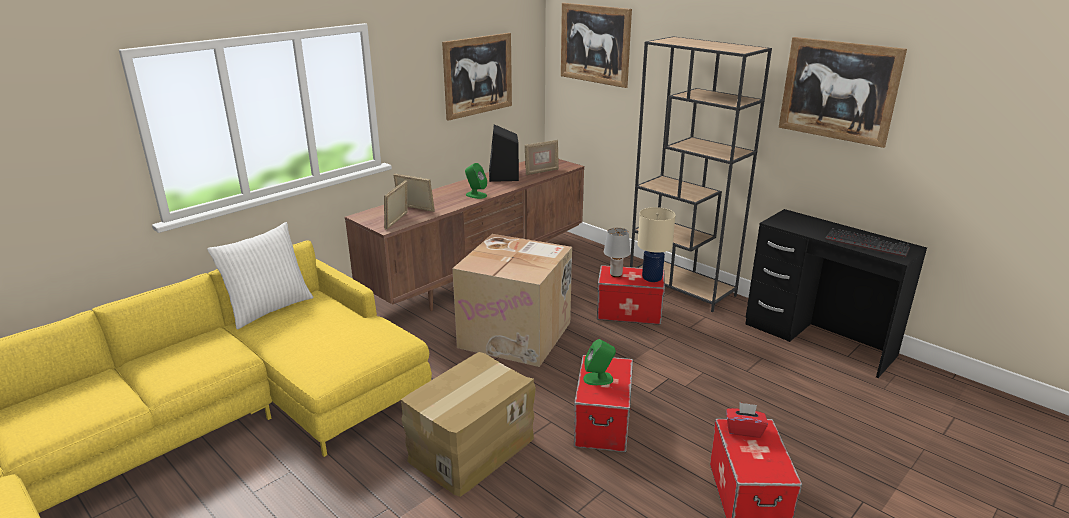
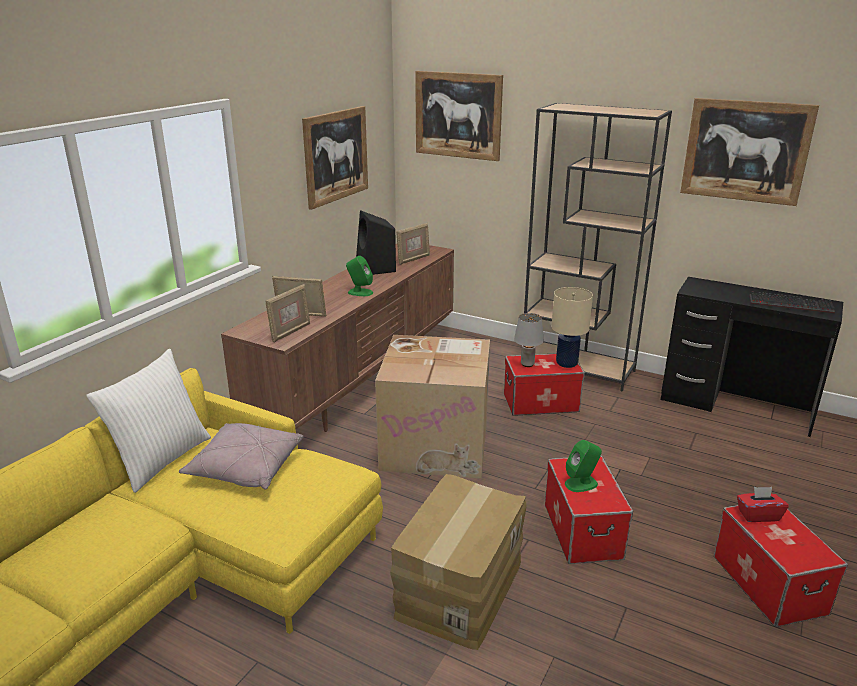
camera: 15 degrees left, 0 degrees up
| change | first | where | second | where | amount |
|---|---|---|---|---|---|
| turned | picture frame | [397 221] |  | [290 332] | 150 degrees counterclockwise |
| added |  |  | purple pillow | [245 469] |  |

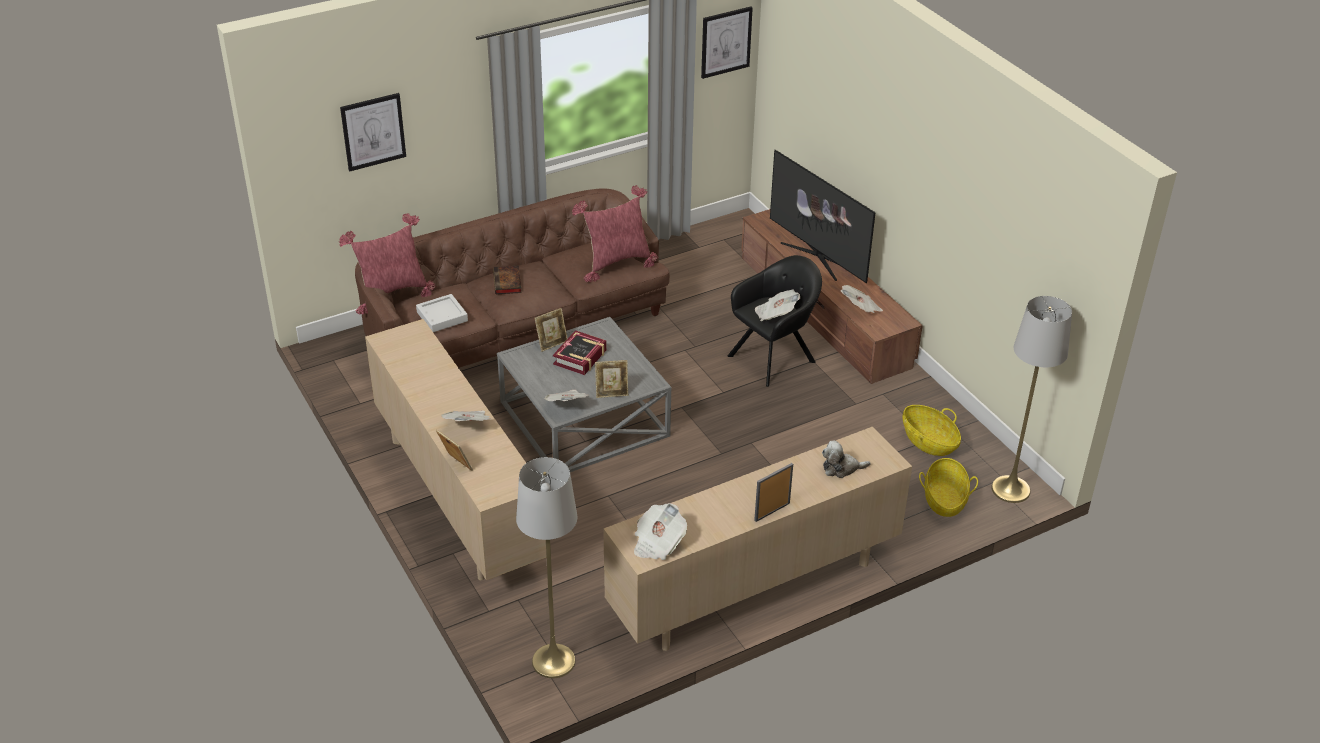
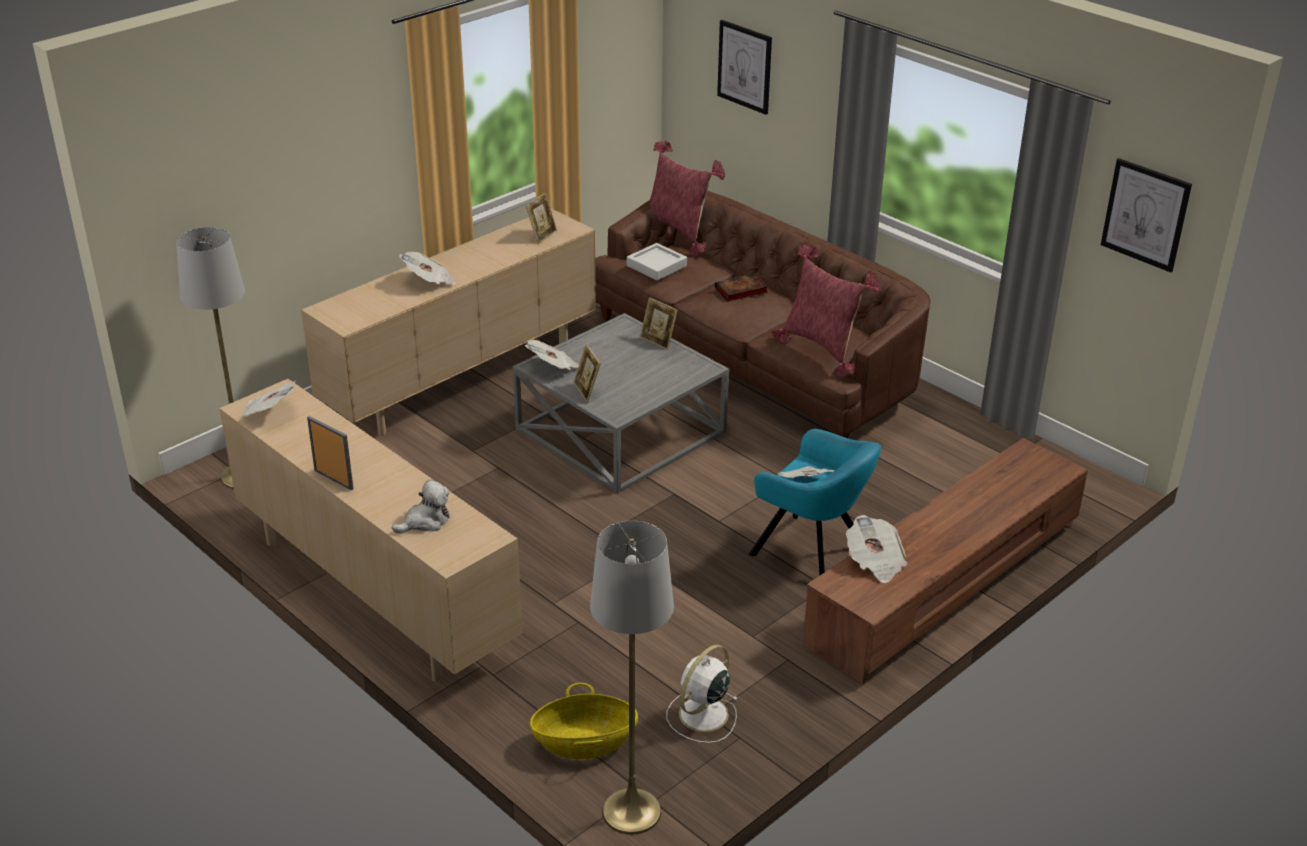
camera: 75 degrees right, 5 degrees down
| change | first | where | second | where | amount |
|---|---|---|---|---|---|
| moved | picture frame | [455 465] |  | [542 236] |  |
| removed | book | [580 357] |  |  |  |
| recoloured | black armchair | [774 357] | turquoise armchair | [813 552] |  |
| removed | television | [817 256] |  |  |  |
| turned | plush toy | [841 468] |  | [425 521] | 75 degrees clockwise |
| replaced | basket | [928 442] | white fan | [702 715] |  |

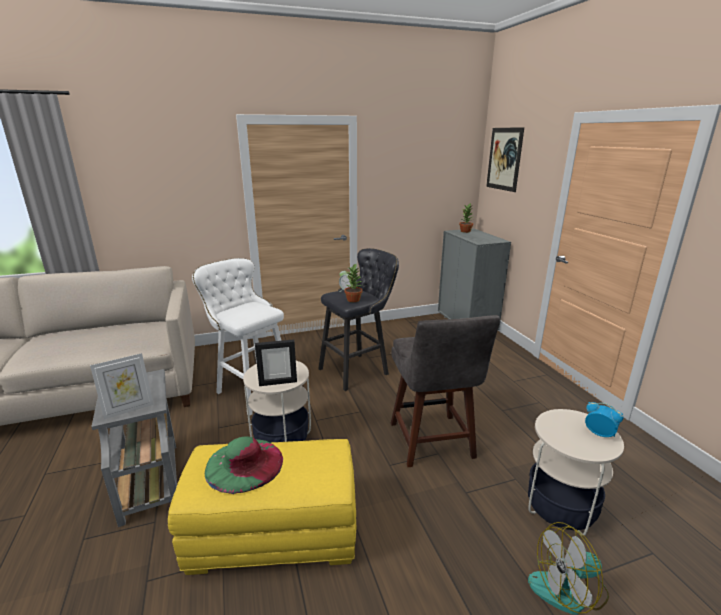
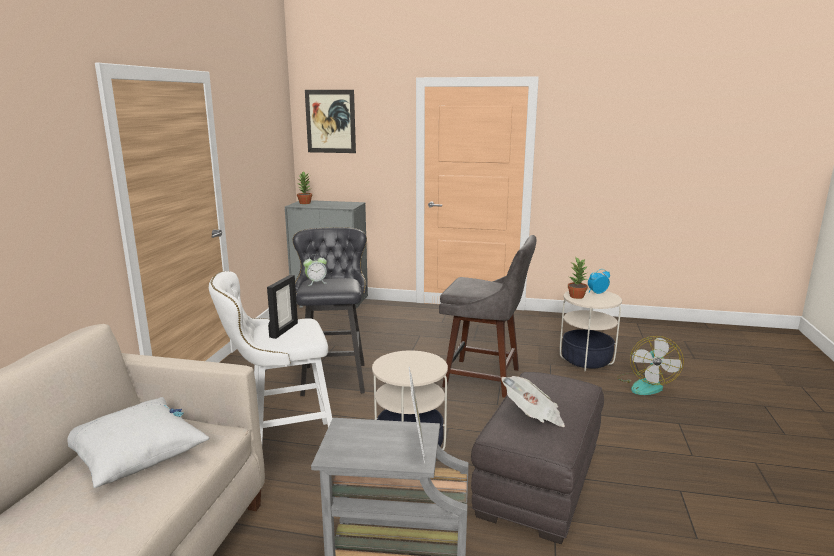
camera: 60 degrees left, 5 degrees down
| change | first | where | second | where | amount |
|---|---|---|---|---|---|
| recoloured | yellow ottoman | [275 532] | grey ottoman | [538 481] |  |
| replaced | green hat | [244 464] | newspaper | [533 416] |  |
| moved | picture frame | [278 382] |  | [284 330] |  |
| moved | potted plant | [353 300] |  | [576 296] |  |
| added |  |  | grey pillow | [136 456] |  |

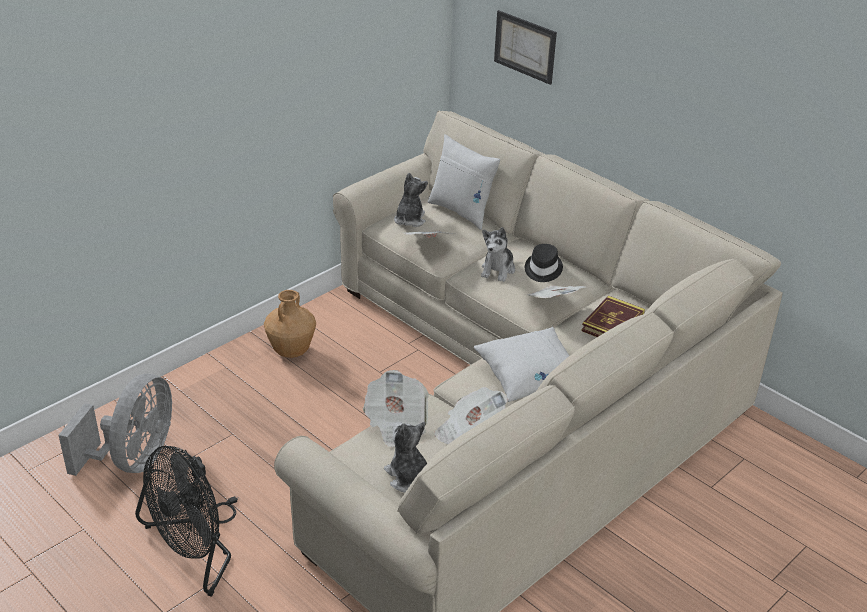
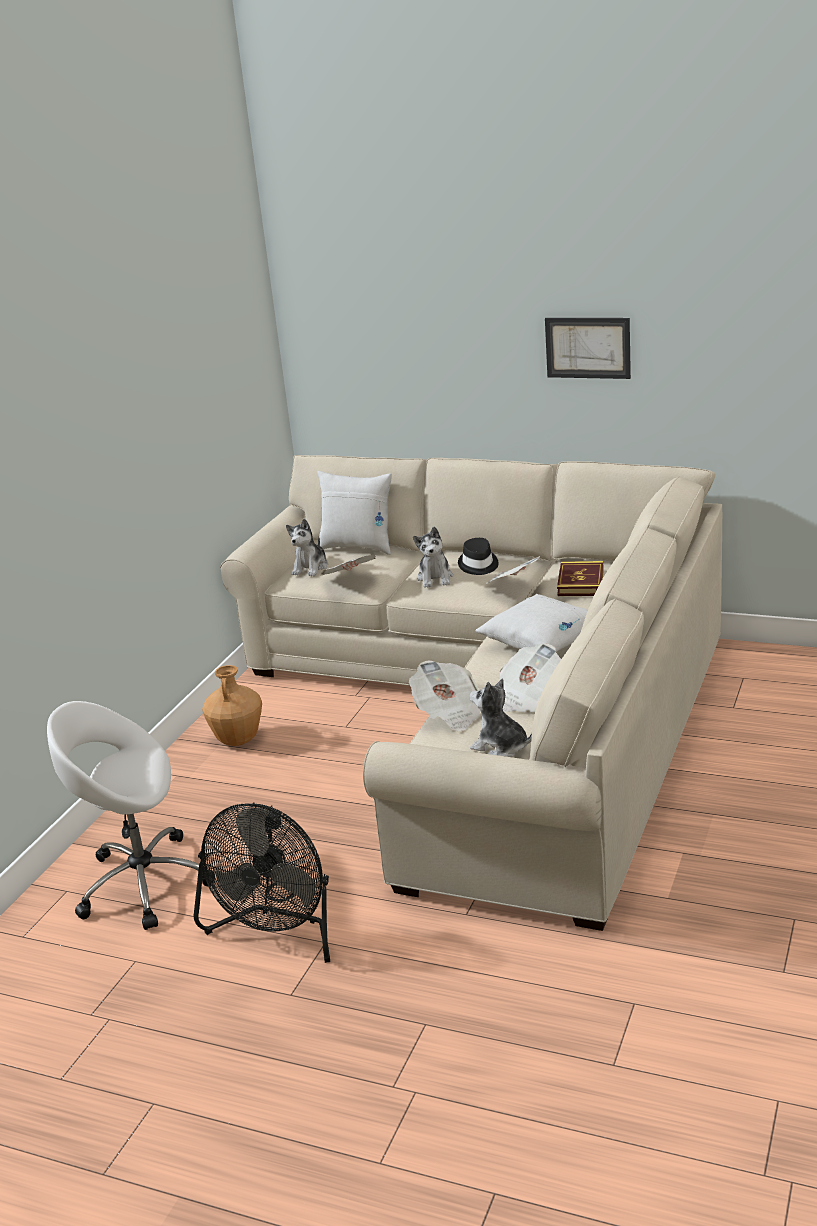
camera: 20 degrees left, 10 degrees down
| change | first | where | second | where | amount |
|---|---|---|---|---|---|
| replaced | grey fan | [134 459] | white office chair | [141 883] |  |
| turned | plush toy | [409 220] |  | [311 568] | 150 degrees counterclockwise |
| moved | picture | [525 46] |  | [588 347] |  |

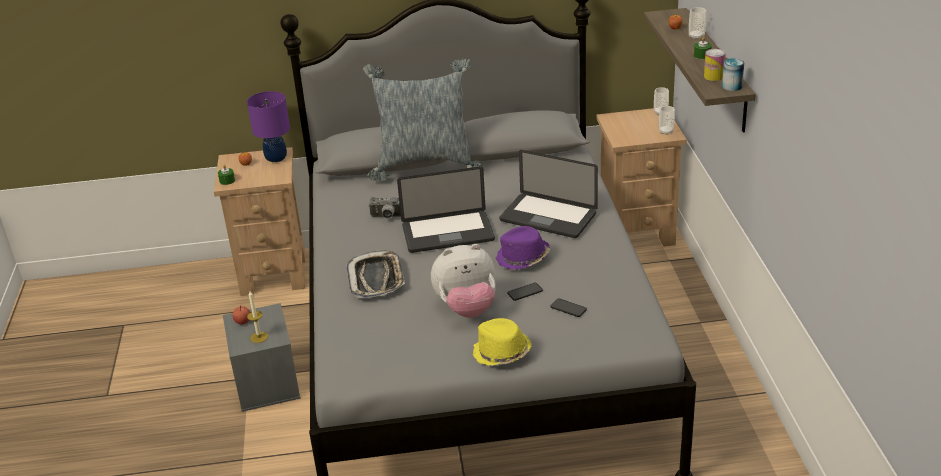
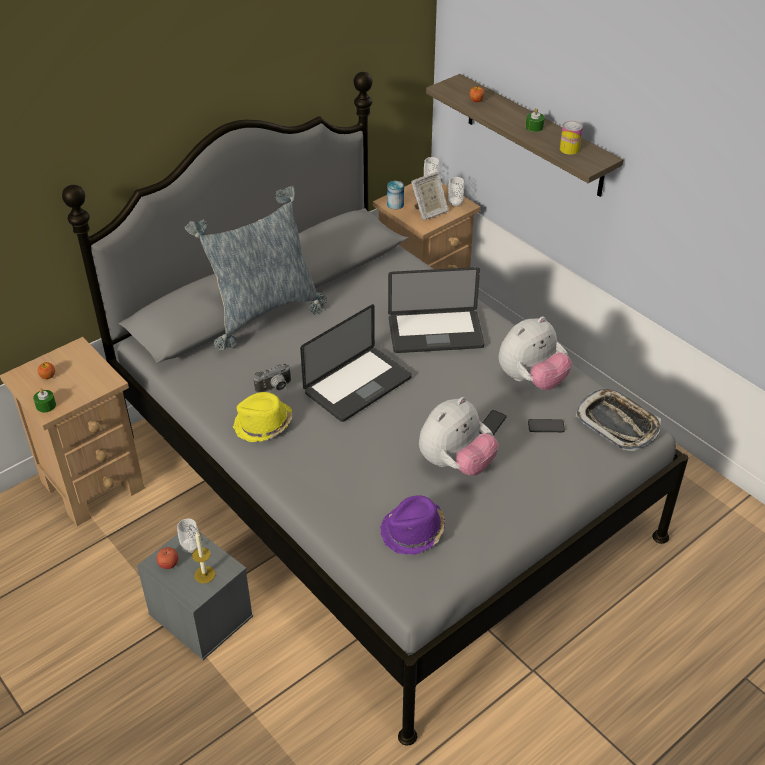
camera: 35 degrees left, 10 degrees up
| change | first | where | second | where | amount |
|---|---|---|---|---|---|
| removed | purple table lamp | [277 159] |  |  |  |
| moved | tray | [376 279] |  | [617 423] |  |
| moved | yellow hat | [501 353] |  | [263 425] |  |
| moved | purple hat | [522 258] |  | [413 532] |  |
| moved | cup | [696 37] |  | [190 547] |  |
| moved | can | [732 86] |  | [395 204] |  |
| added |  |  | picture frame | [429 212] |  |
| added |  |  | plush toy | [531 380] |  |

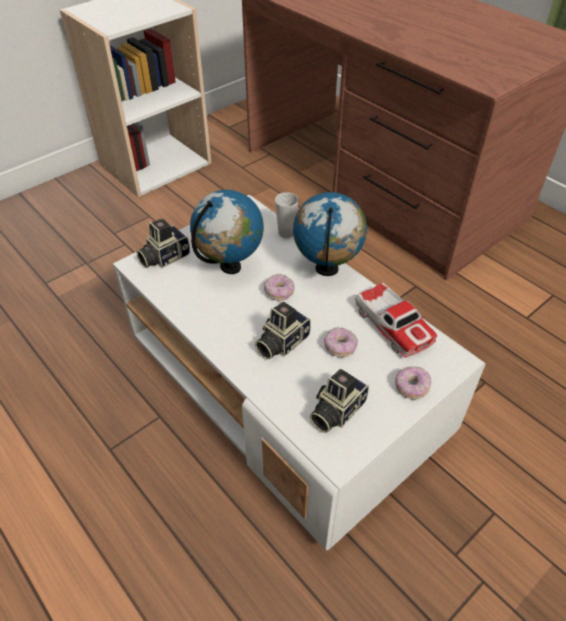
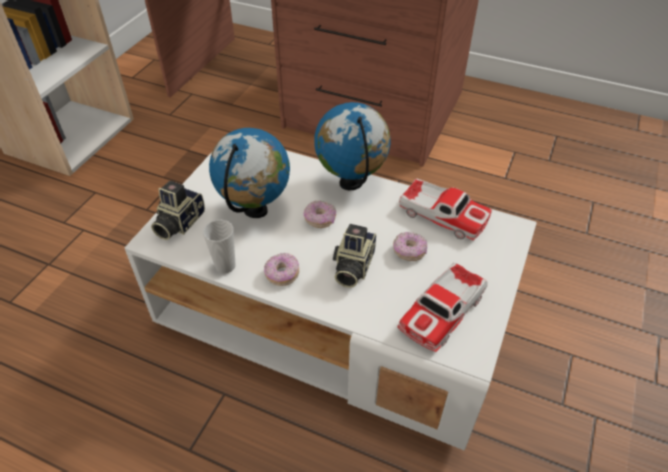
camera: 25 degrees left, 0 degrees up
| change | first | where | second | where | amount |
|---|---|---|---|---|---|
| moved | cup | [286 233] |  | [225 266] |  |
| replaced | photo camera | [335 410] | toy car | [442 312] |  |
| moved | donut | [411 387] |  | [282 274] |  |

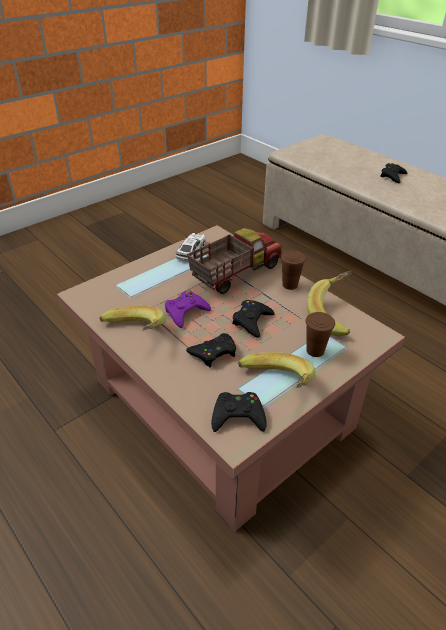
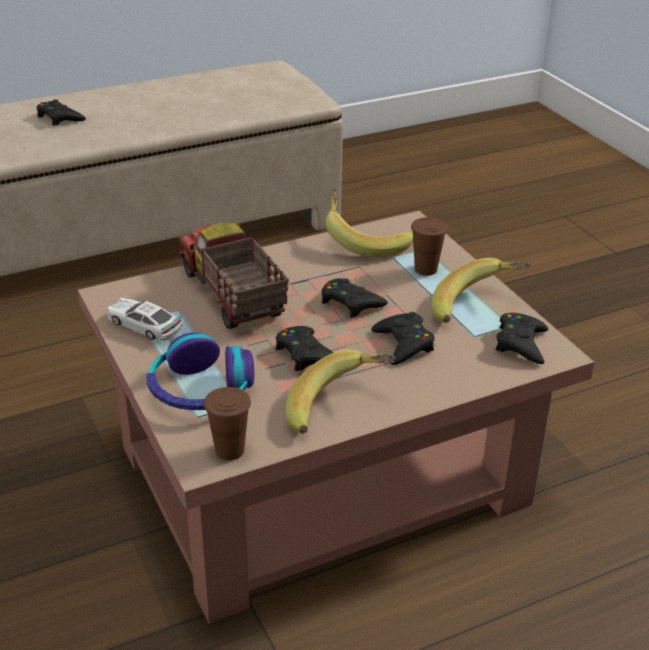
camera: 75 degrees left, 5 degrees down
| change | first | where | second | where | amount |
|---|---|---|---|---|---|
| recoloured | purple game controller | [185 312] | black game controller | [306 354] |  |
| moved | brown cup | [290 285] |  | [229 450] |  |
| added |  |  | headphones | [200 390] |  |

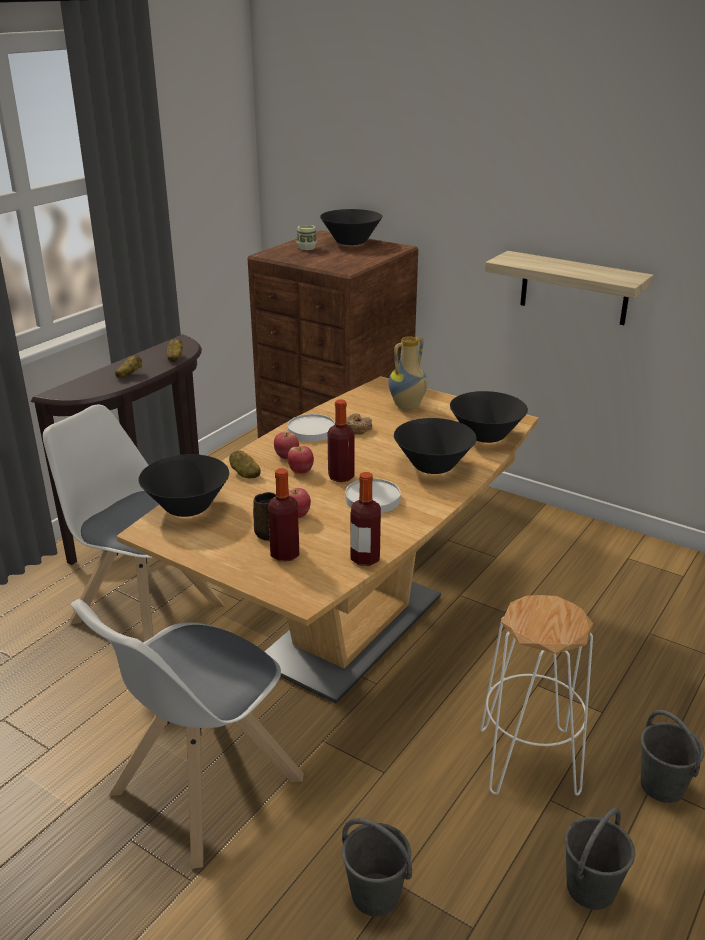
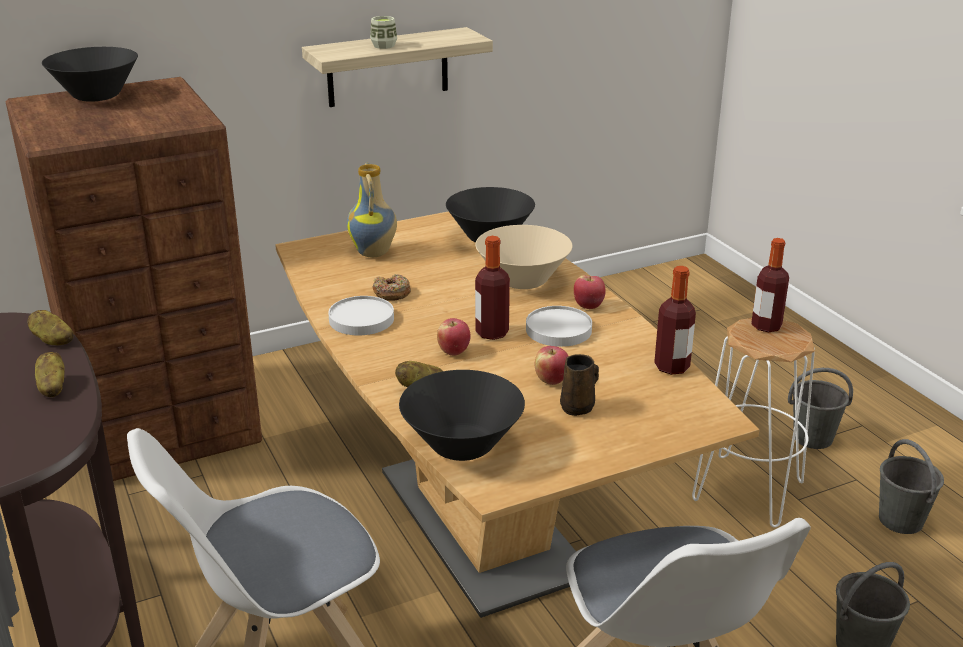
camera: 60 degrees left, 0 degrees up
| change | first | where | second | where | amount |
|---|---|---|---|---|---|
| moved | bottle | [285 554] |  | [766 326] |  |
| moved | apple | [287 457] |  | [589 306] |  |
| moved | cup | [306 248] |  | [384 46] |  |
| recoloured | black bowl | [433 466] | beige bowl | [522 280] |  |

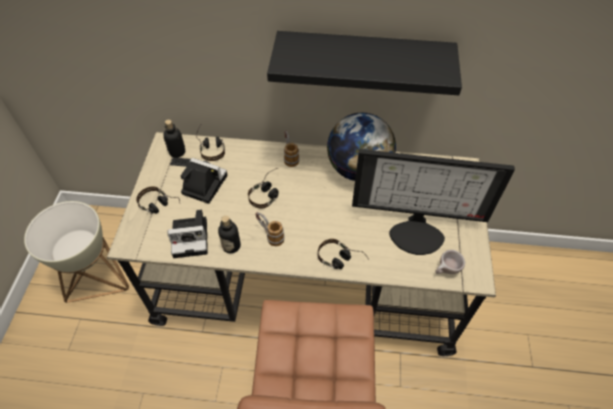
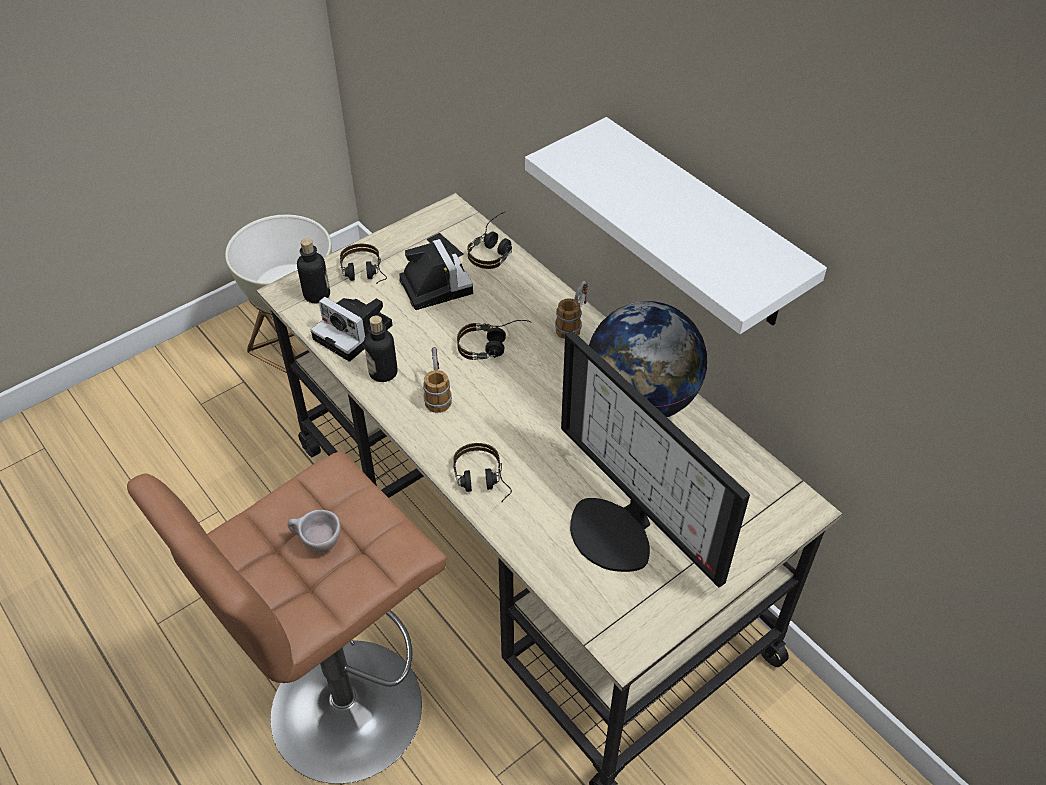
camera: 45 degrees right, 5 degrees down
| change | first | where | second | where | amount |
|---|---|---|---|---|---|
| moved | bottle | [177 152] |  | [317 295] |  |
| recoloured | black shelf | [363 61] | white shelf | [702 227] |  |
| moved | beige cup | [446 271] |  | [316 544] |  |

